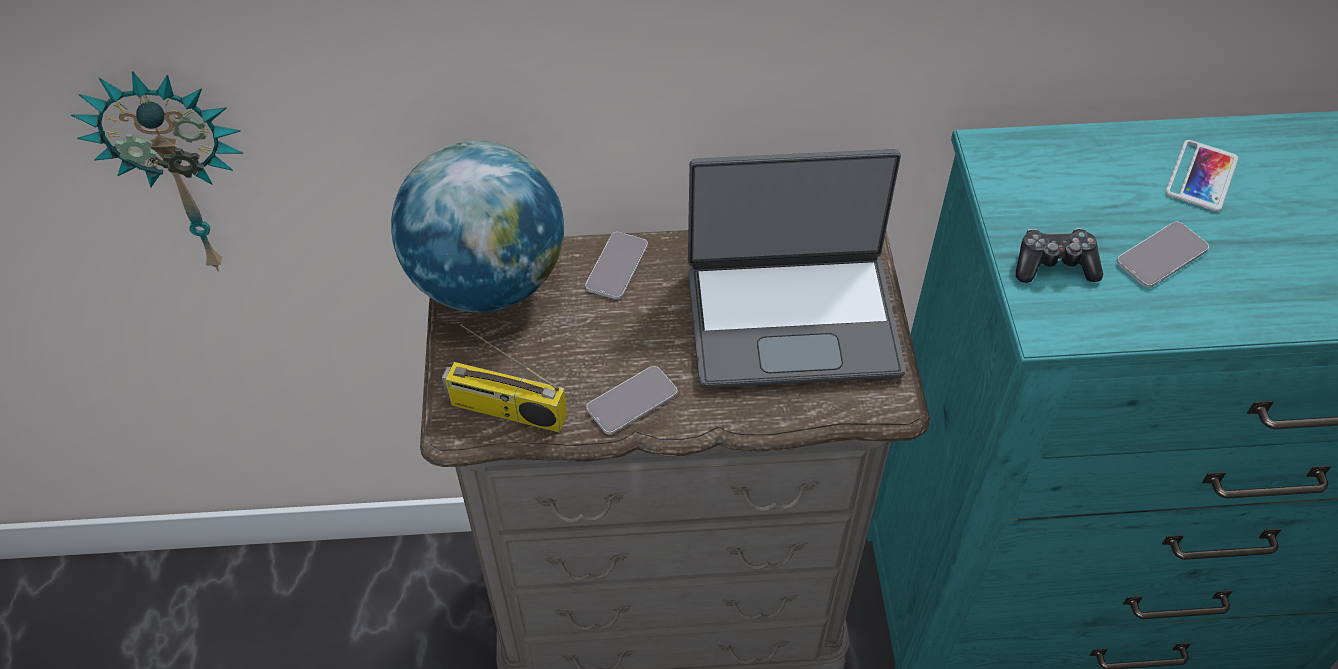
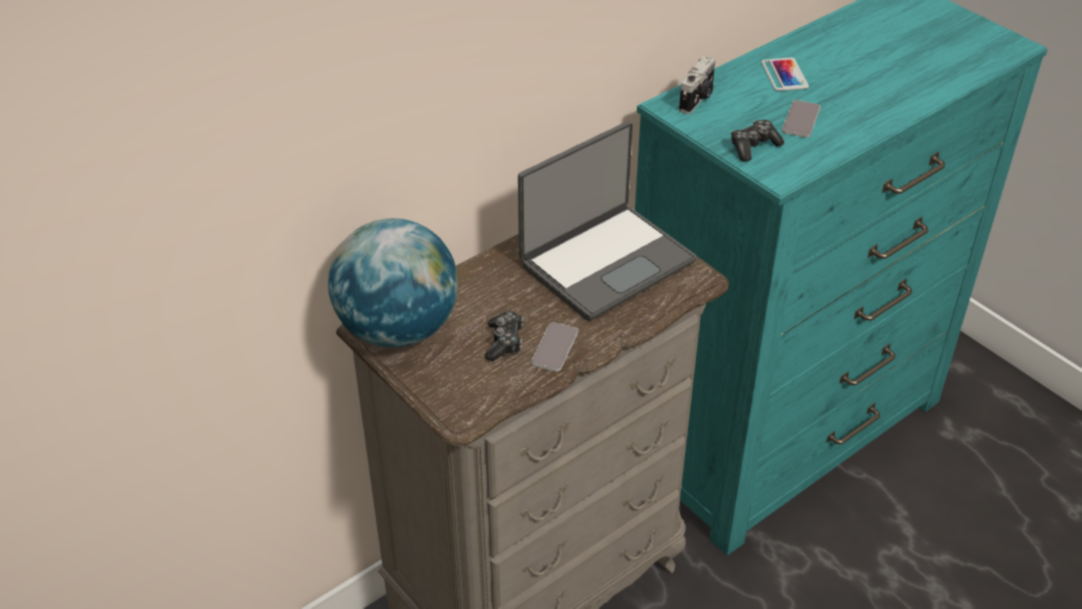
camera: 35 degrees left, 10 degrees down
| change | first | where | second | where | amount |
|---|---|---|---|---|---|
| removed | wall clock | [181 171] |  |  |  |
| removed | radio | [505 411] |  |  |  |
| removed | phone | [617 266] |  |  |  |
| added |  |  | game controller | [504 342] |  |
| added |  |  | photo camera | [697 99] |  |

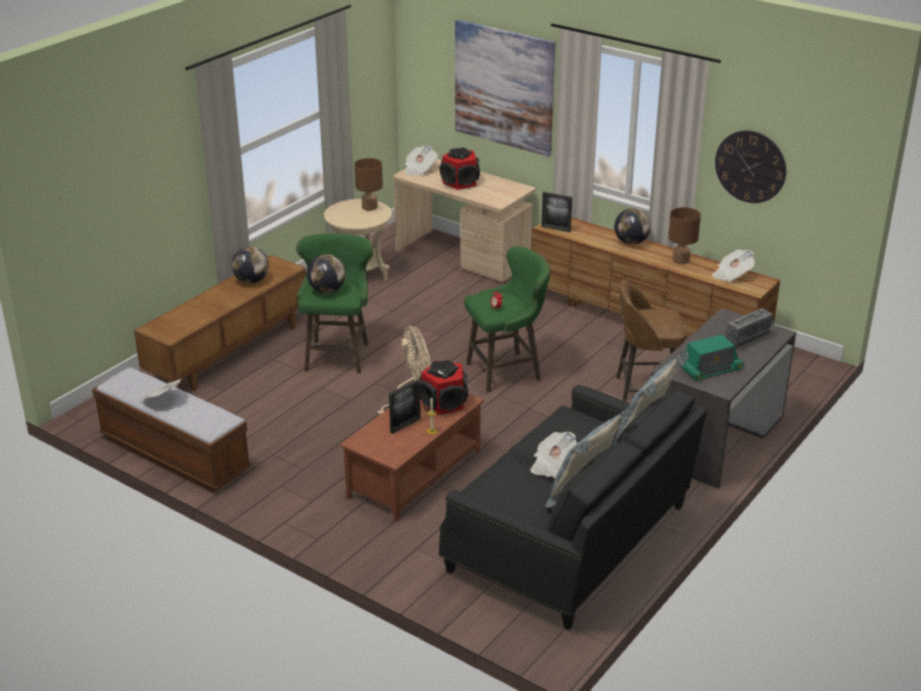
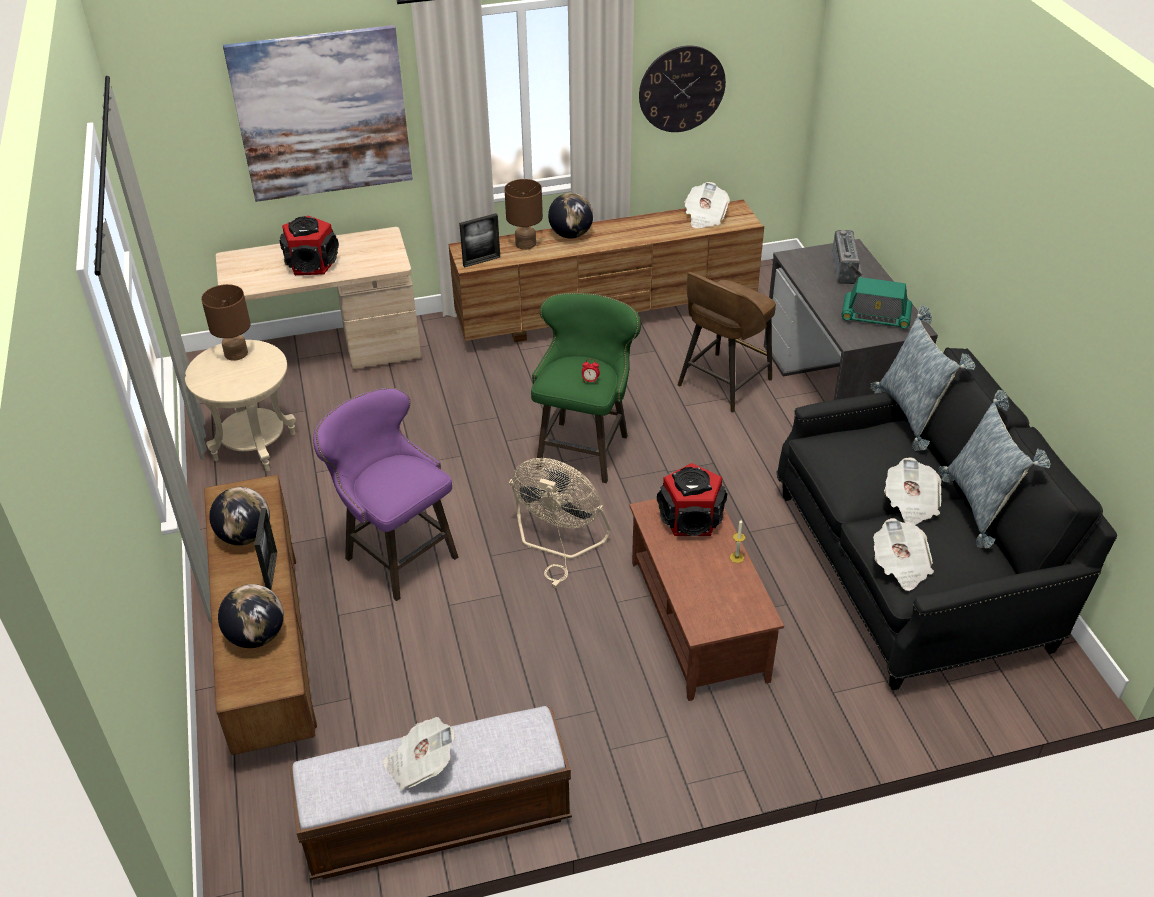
camera: 50 degrees left, 10 degrees up
| change | first | where | second | where | amount |
|---|---|---|---|---|---|
| recoloured | green stool | [337 354] | purple stool | [398 555] |  |
| moved | globe | [327 290] |  | [257 636] |  |
| moved | picture frame | [405 425] |  | [271 570] |  |
| moved | newspaper | [419 170] |  | [900 566] |  |
| moved | brown table lamp | [680 260] |  | [525 244] |  |
| turned | radio | [710 369] |  | [875 316] | 90 degrees clockwise |

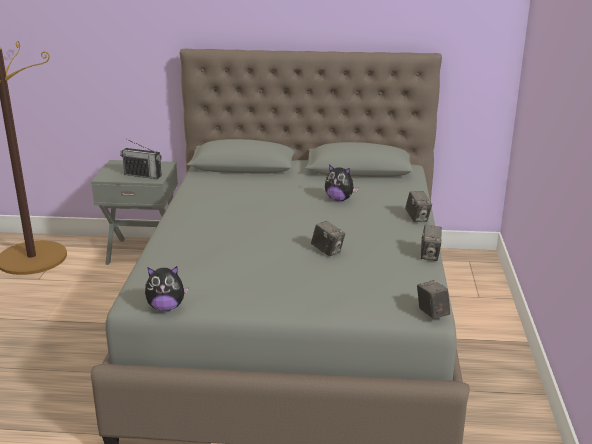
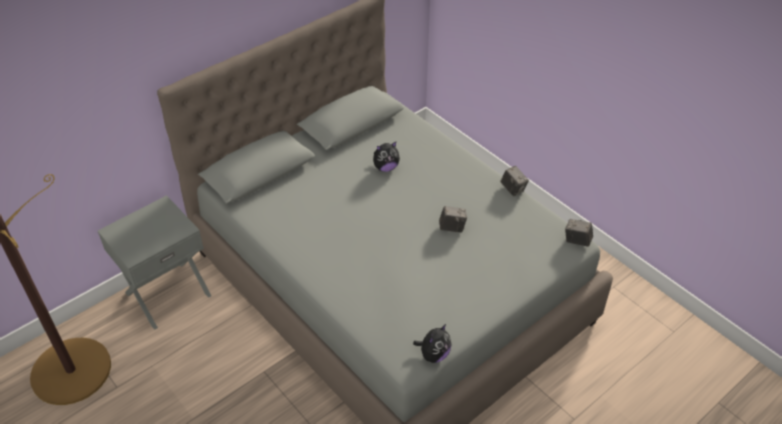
camera: 45 degrees left, 20 degrees up
| change | first | where | second | where | amount |
|---|---|---|---|---|---|
| removed | radio | [143 175] |  |  |  |
| removed | photo camera | [417 218] |  |  |  |

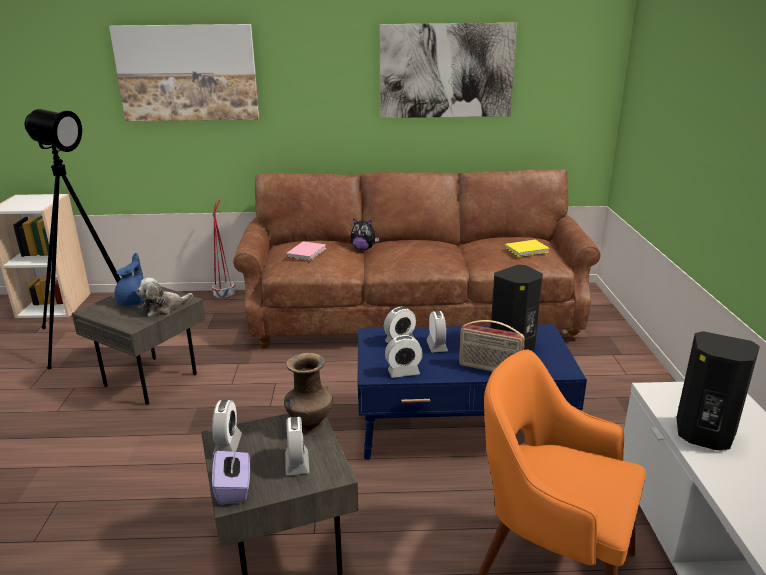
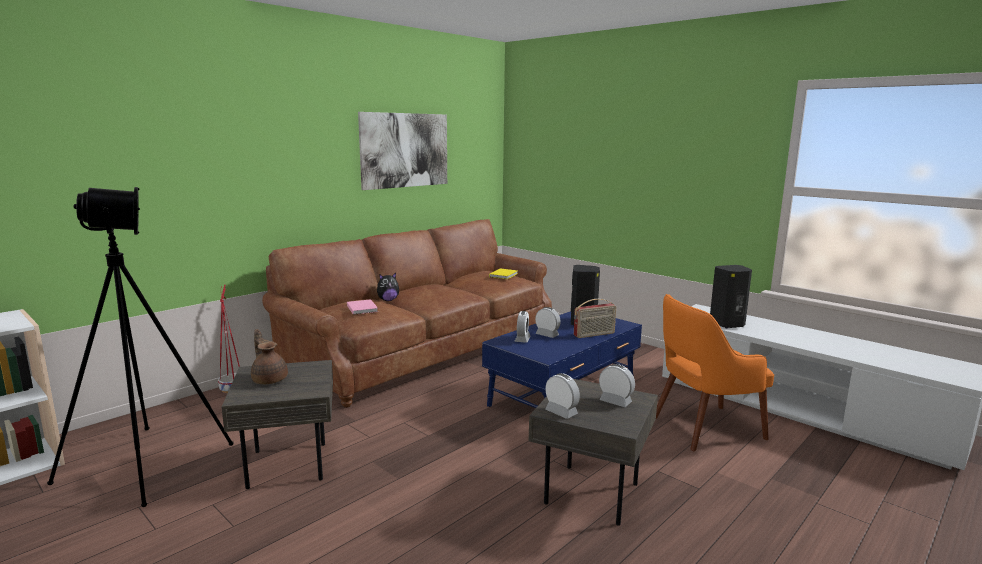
camera: 45 degrees left, 10 degrees down
| change | first | where | second | where | amount |
|---|---|---|---|---|---|
| removed | picture | [187 73] |  |  |  |
| recoloured | blue teapot | [134 301] | brown teapot | [269 379] |  |
| removed | plush toy | [164 308] |  |  |  |
| removed | purple tissue box | [234 489] |  |  |  |
| removed | brown vase | [309 425] |  |  |  |
| removed | alarm clock | [403 372] |  |  |  |

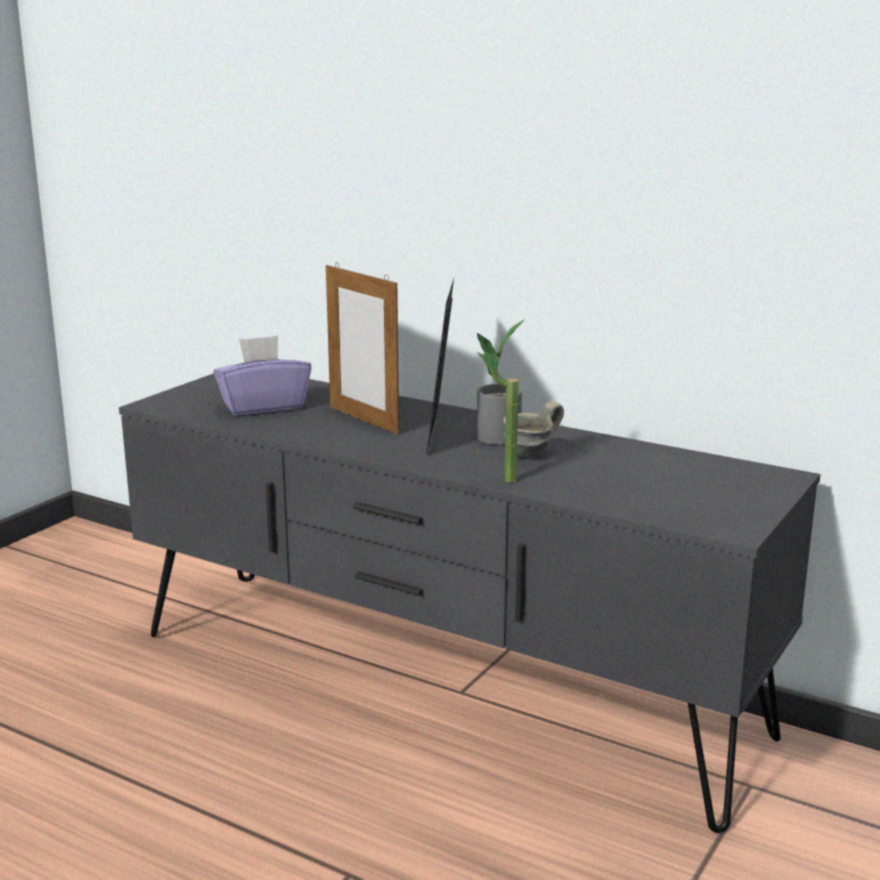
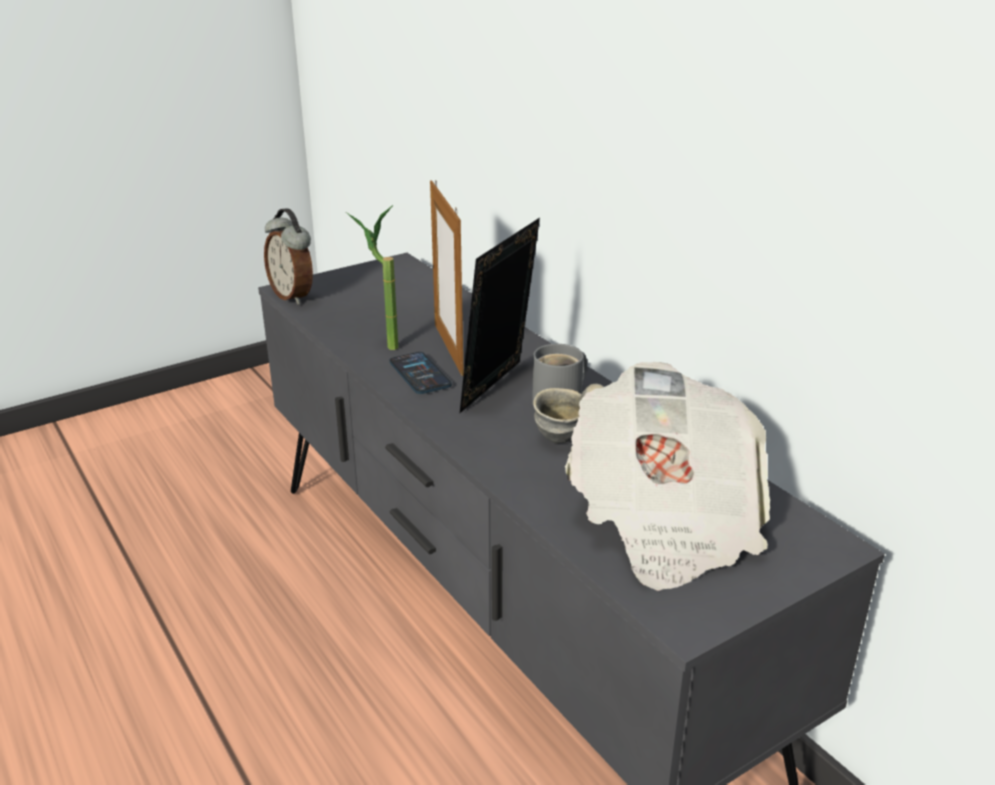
camera: 25 degrees right, 10 degrees up
| change | first | where | second | where | amount |
|---|---|---|---|---|---|
| removed | purple tissue box | [263 406] |  |  |  |
| moved | potted plant | [498 481] |  | [381 346] |  |
| added |  |  | alarm clock | [293 296] |  |
| added |  |  | phone | [420 374] |  |
| added |  |  | newspaper | [665 520] |  |

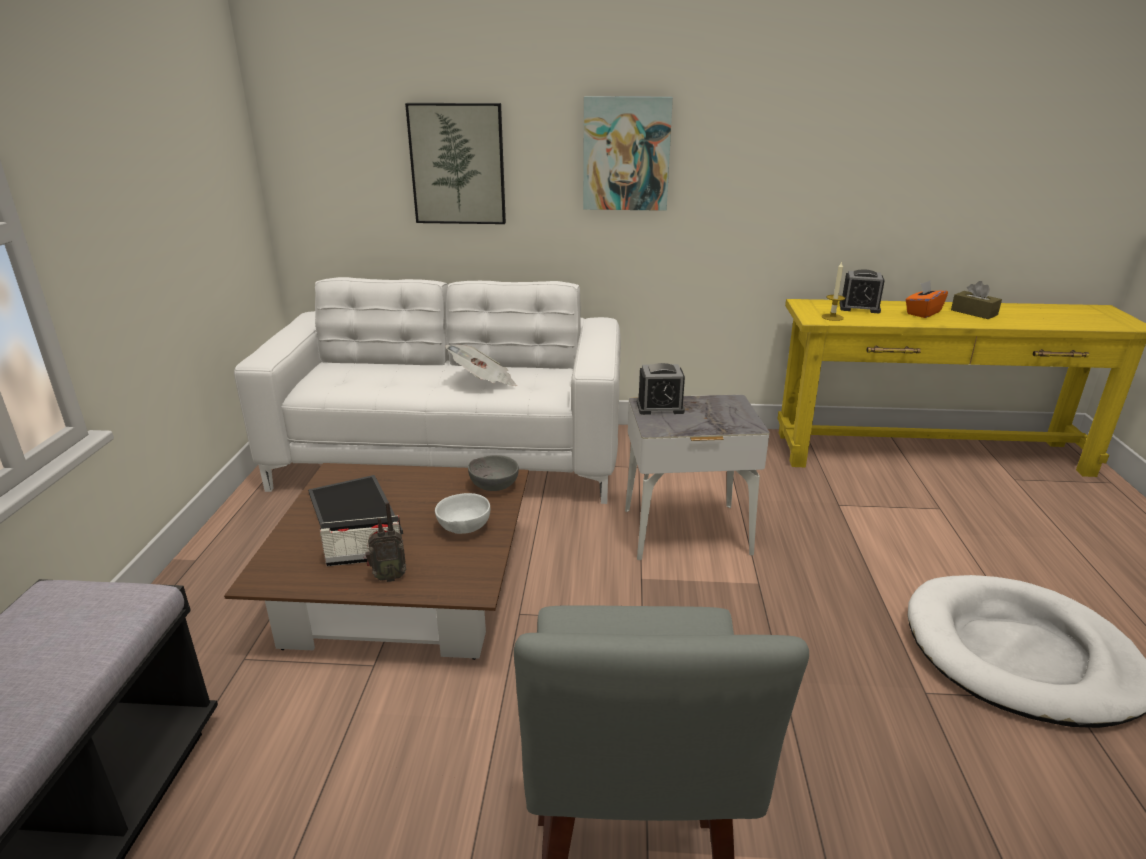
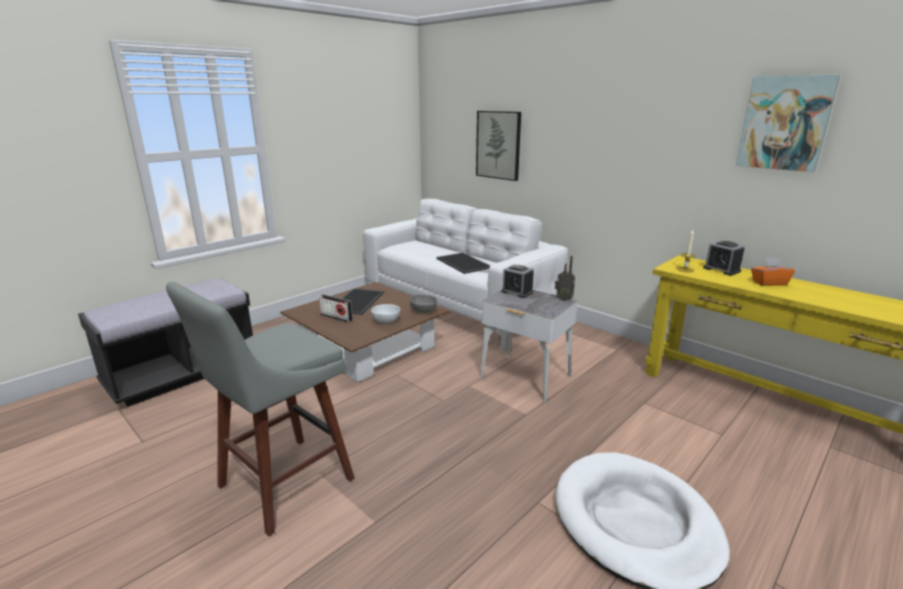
camera: 40 degrees right, 5 degrees down
| change | first | where | second | where | amount |
|---|---|---|---|---|---|
| moved | radio | [388 577] |  | [563 299] |  |
| replaced | newspaper | [483 382] | tray | [464 263] |  |
| moved | picture | [626 154] |  | [784 123] |  |
| removed | brown tissue box | [974 312] |  |  |  |

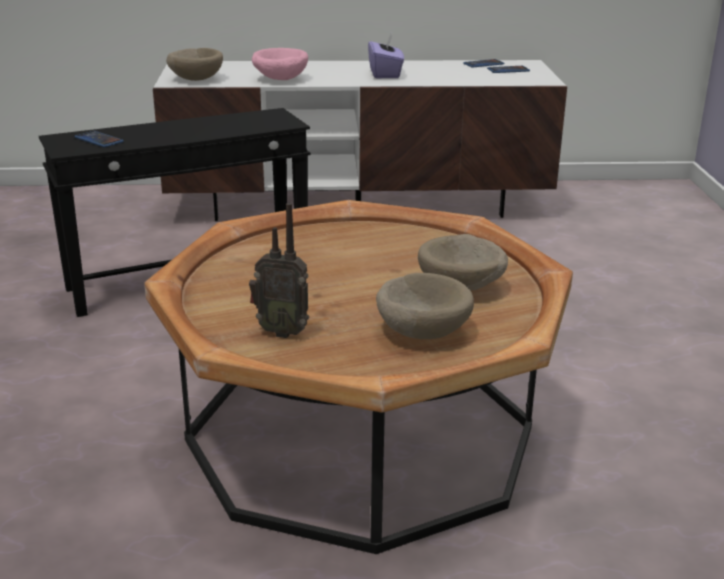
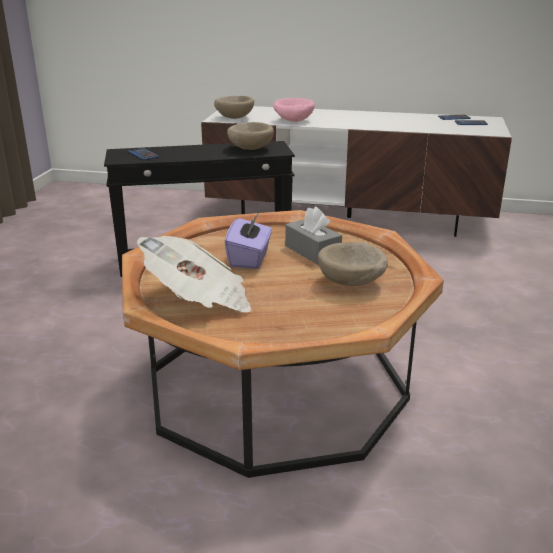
camera: 15 degrees right, 0 degrees up
| change | first | where | second | where | amount |
|---|---|---|---|---|---|
| replaced | radio | [282 331] | newspaper | [199 300] |  |
| moved | purple tissue box | [385 74] |  | [250 259] |  |
| moved | beige bowl | [421 331] |  | [250 148] |  |
| added |  |  | grey tissue box | [312 251] |  |

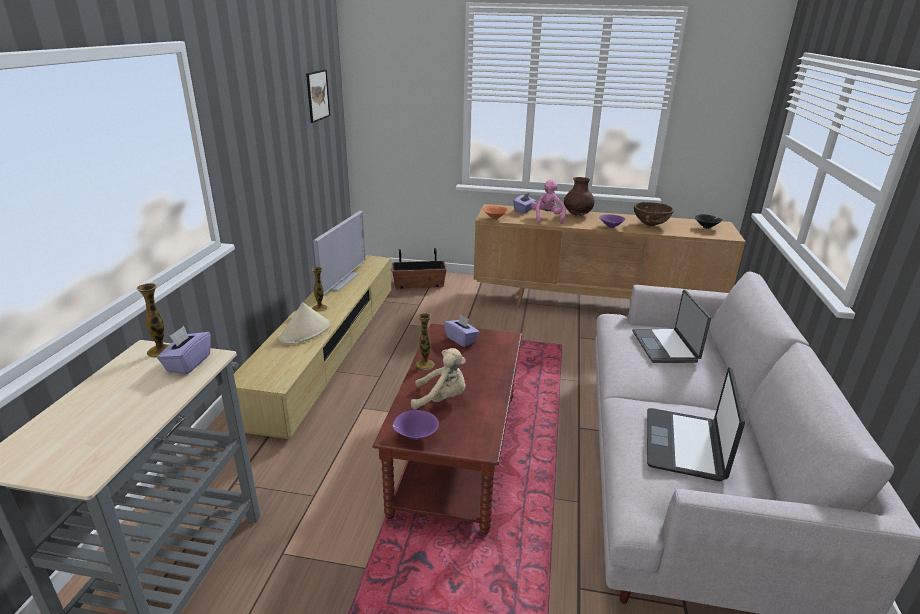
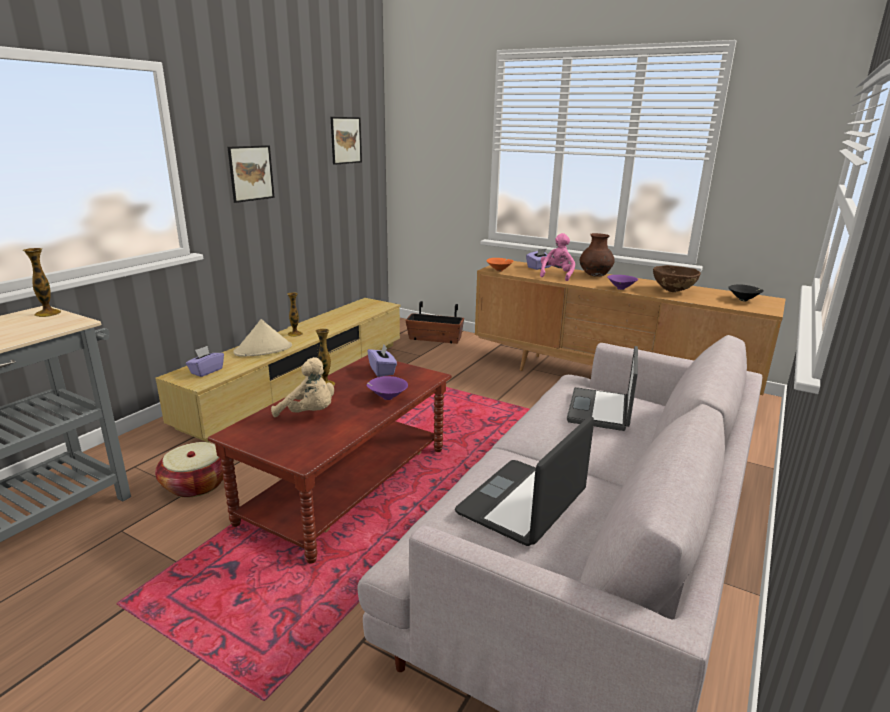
camera: 20 degrees right, 5 degrees down
| change | first | where | second | where | amount |
|---|---|---|---|---|---|
| moved | purple tissue box | [188 363] |  | [206 371] |  |
| removed | television | [341 281] |  |  |  |
| moved | purple bowl | [415 436] |  | [386 398] |  |
| added |  |  | basket | [196 484] |  |
| added |  |  | picture | [251 173] |  |

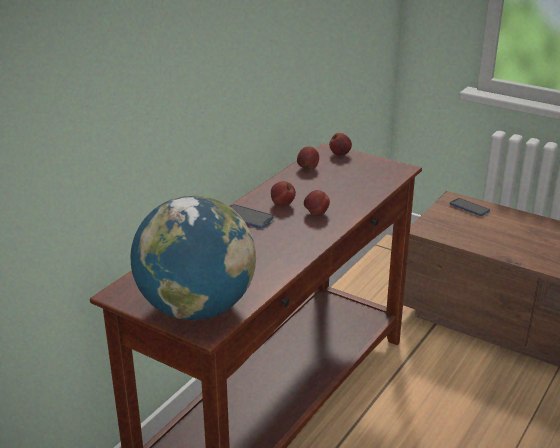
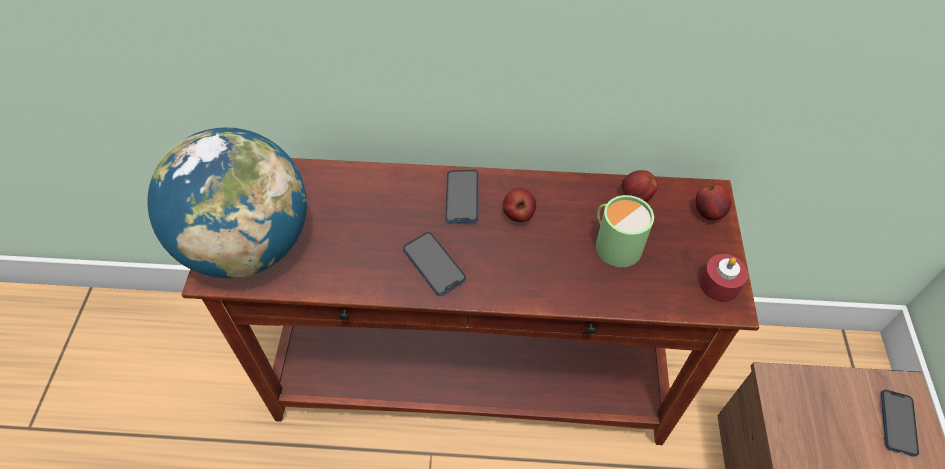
camera: 60 degrees right, 25 degrees up
| change | first | where | second | where | amount |
|---|---|---|---|---|---|
| removed | apple | [316 214] |  |  |  |
| added |  |  | phone | [434 264] |  |
| added |  |  | green mug | [615 243] |  |
| added |  |  | red candle | [719 284] |  |

